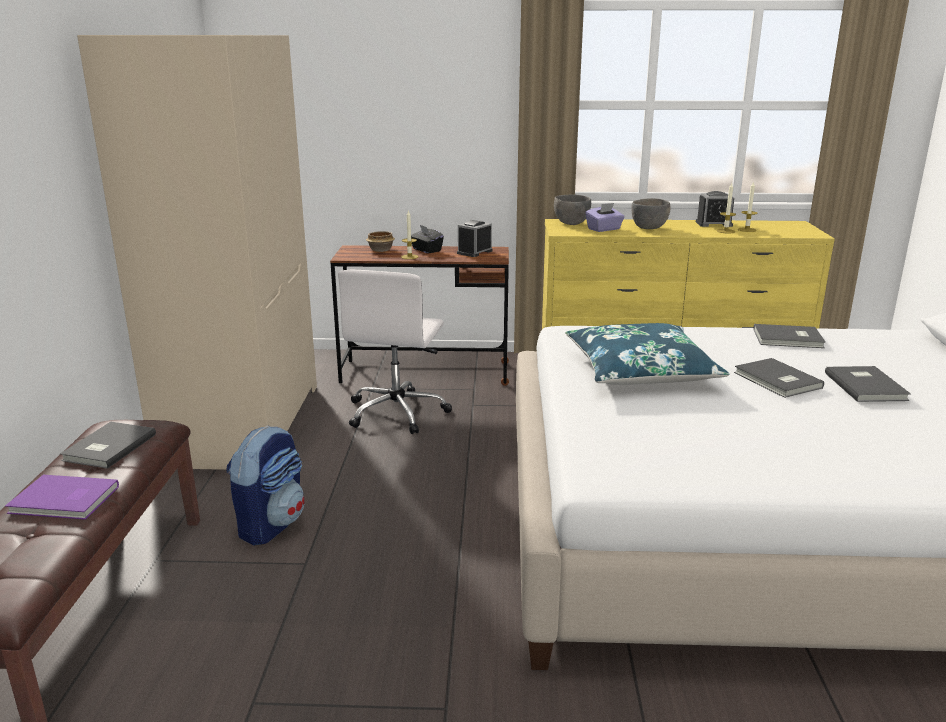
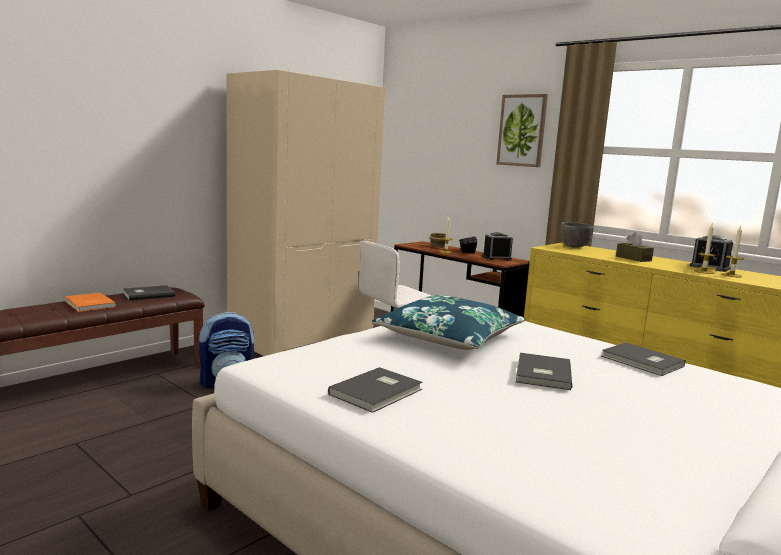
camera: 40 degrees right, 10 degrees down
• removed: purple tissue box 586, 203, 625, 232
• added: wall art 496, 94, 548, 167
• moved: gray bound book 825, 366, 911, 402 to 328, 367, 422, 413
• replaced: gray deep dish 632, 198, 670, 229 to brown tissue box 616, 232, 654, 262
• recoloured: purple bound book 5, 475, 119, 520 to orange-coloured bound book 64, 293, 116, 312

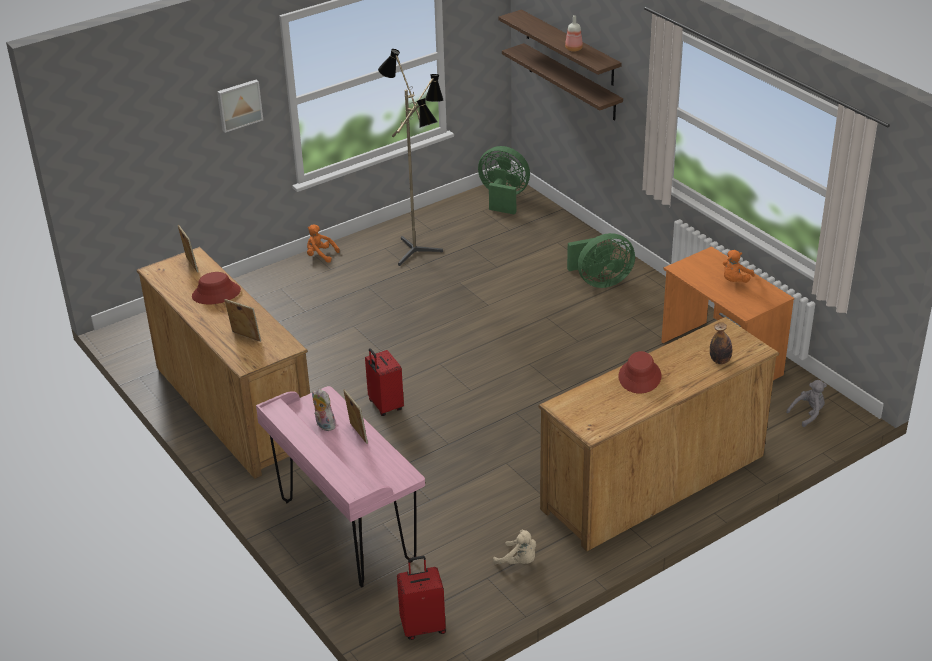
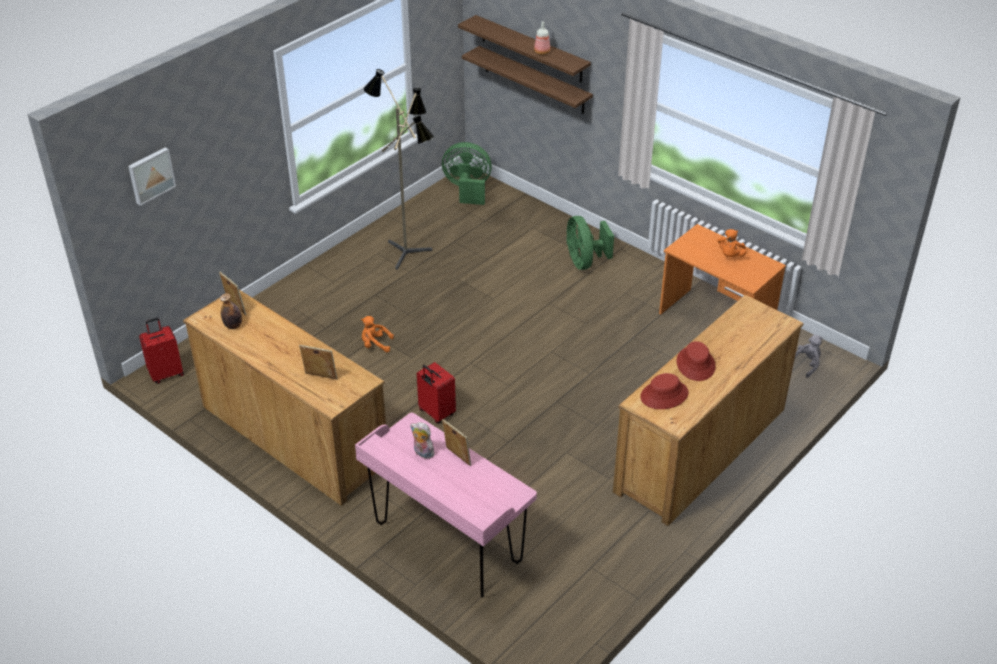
camera: 15 degrees left, 5 degrees up
• removed: beige cuddly toy 493, 530, 536, 564
• moved: red hat 192, 272, 241, 304 to 640, 373, 689, 409
• moved: wall art 217, 80, 263, 133 to 128, 147, 176, 206
• moved: orange-coloured cuddly toy 307, 224, 340, 263 to 361, 316, 394, 352
• moved: red piece of luggage 397, 556, 446, 640 to 139, 318, 184, 384
• moved: drink bottle 710, 322, 733, 364 to 220, 293, 242, 329
• turned: green-coloured fan 567, 233, 635, 288 = 566, 216, 614, 270 105 degrees clockwise

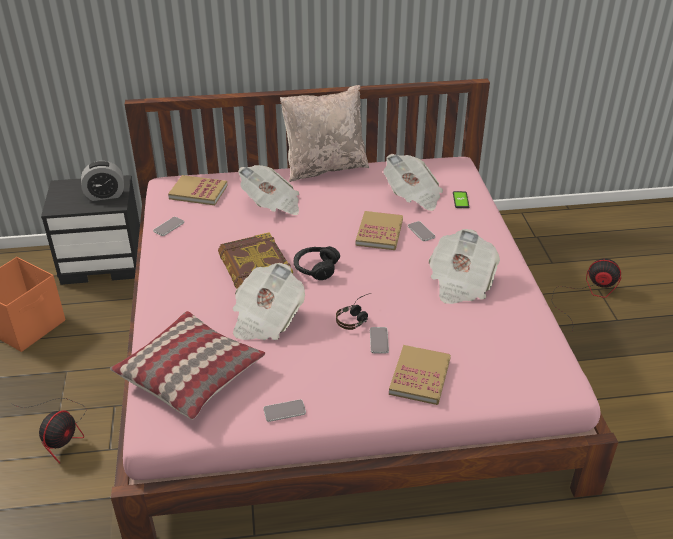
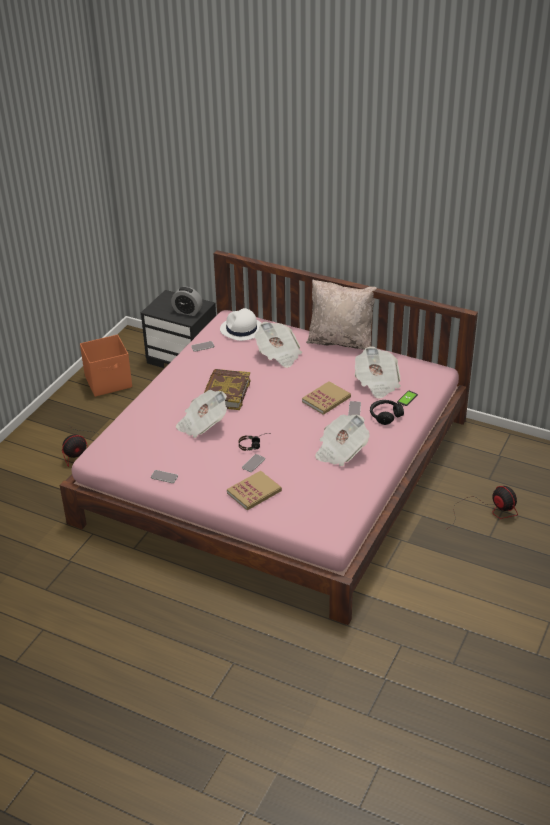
camera: 35 degrees right, 0 degrees up
• removed: pillow 110, 311, 265, 420
• moved: blackish headphones 294, 246, 340, 280 to 370, 400, 404, 425
• replaced: bound book 168, 175, 227, 205 to white hat 220, 308, 261, 341

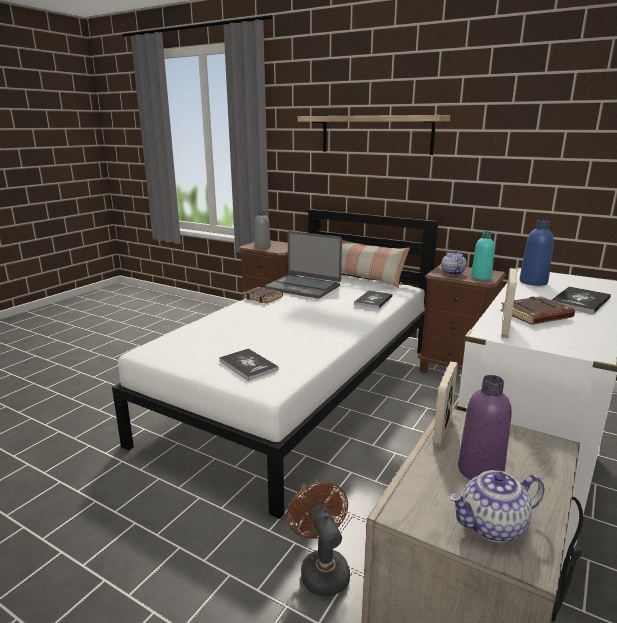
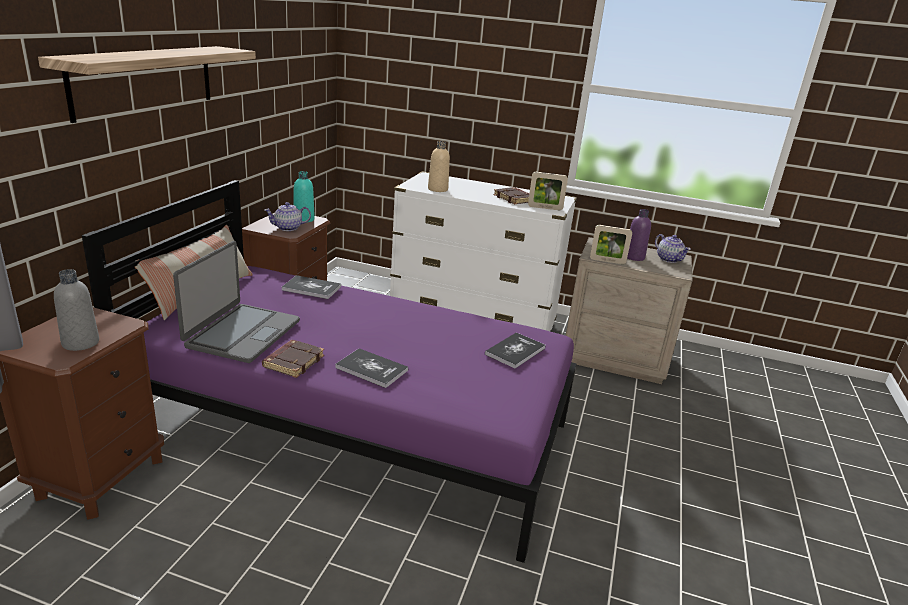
camera: 105 degrees left, 5 degrees up
• removed: brown fan 287, 482, 350, 597
• moved: bound book 551, 286, 611, 315 to 335, 348, 408, 388
• recoloured: white bed 112, 209, 438, 519 to purple bed 82, 180, 577, 563
• recoloured: blue-coloured drink bottle 520, 220, 554, 286 to beige drink bottle 428, 141, 450, 192

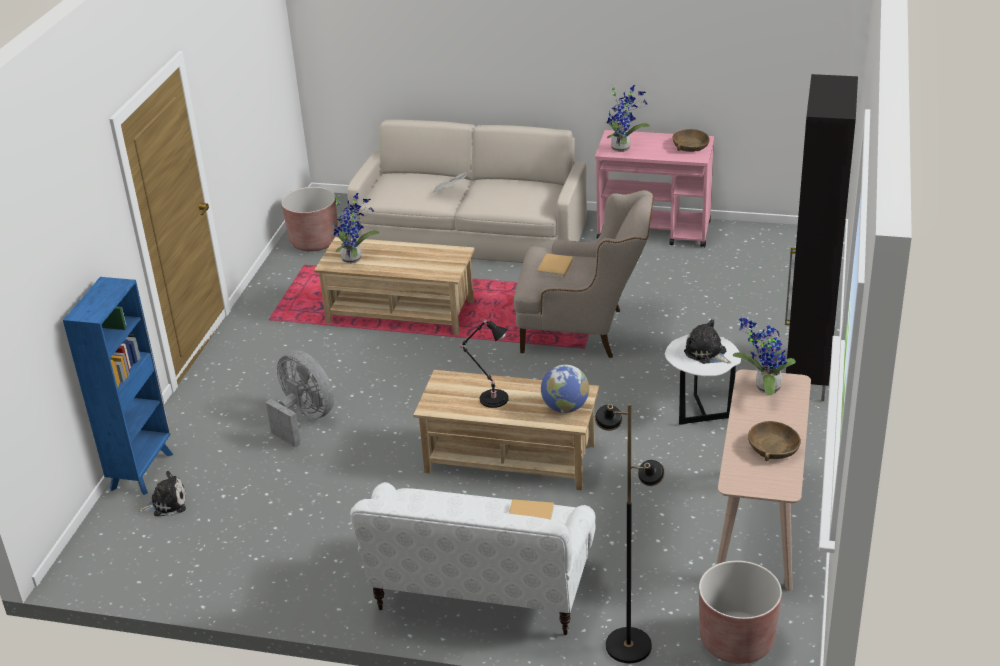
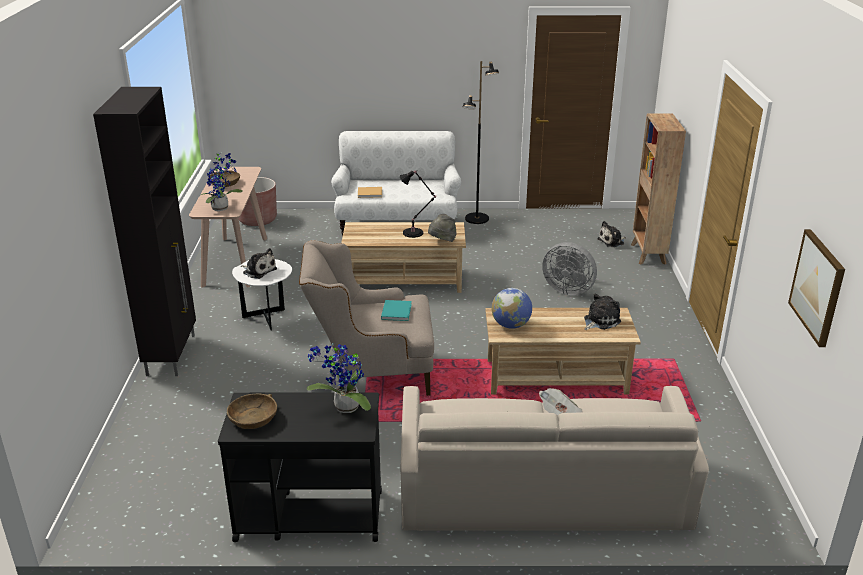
camera: 165 degrees right, 5 degrees down
• removed: brown flower pot 281, 187, 338, 251
• added: gray hat 428, 214, 457, 242
• added: wall art 788, 229, 845, 347
• moved: globe 541, 364, 589, 413 to 491, 288, 532, 329
• moved: blackish floor lamp 595, 403, 665, 663 to 463, 61, 499, 224
• replaced: potted plant 332, 193, 380, 264 to cuddly toy 584, 294, 621, 330
• recoloured: blue-coloured shelving unit 63, 277, 173, 495 to brown shelving unit 631, 113, 686, 264
• recoloured: beige bound book 537, 253, 573, 278 to turquoise bound book 381, 300, 412, 321
• recoloured: pink wheeled cart 595, 130, 715, 248 to blackish wheeled cart 218, 393, 382, 542

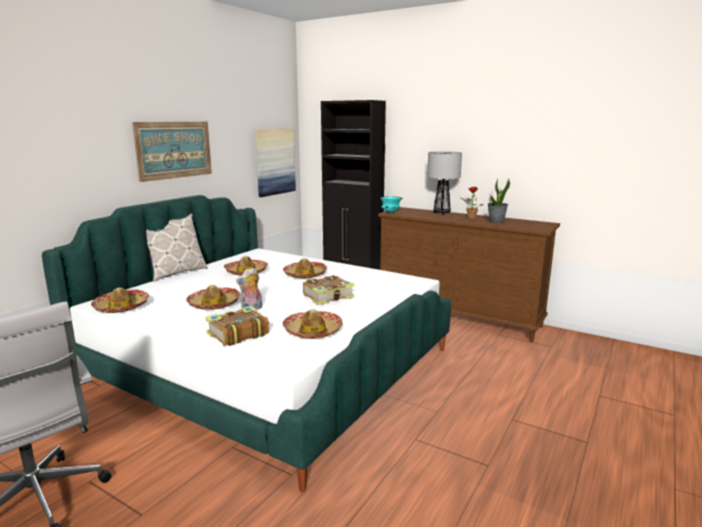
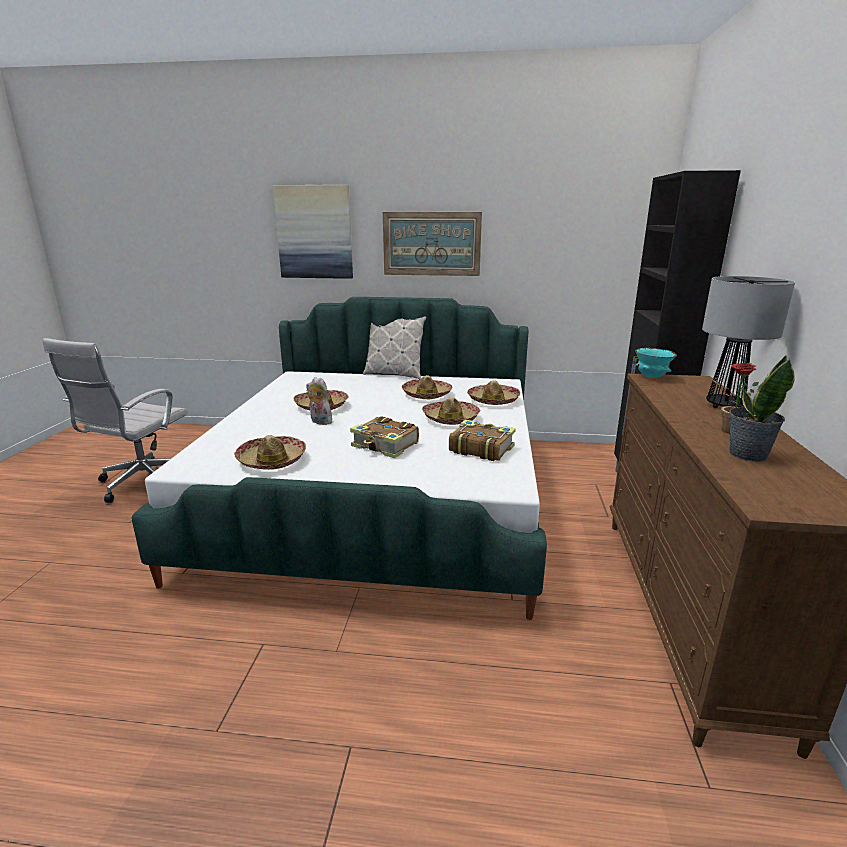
camera: 65 degrees right, 5 degrees up
• moved: hat 91, 288, 149, 313 to 467, 381, 520, 405
• moved: bound book 205, 306, 269, 346 to 449, 419, 516, 461
• moved: wall art 255, 129, 296, 197 to 273, 185, 353, 279

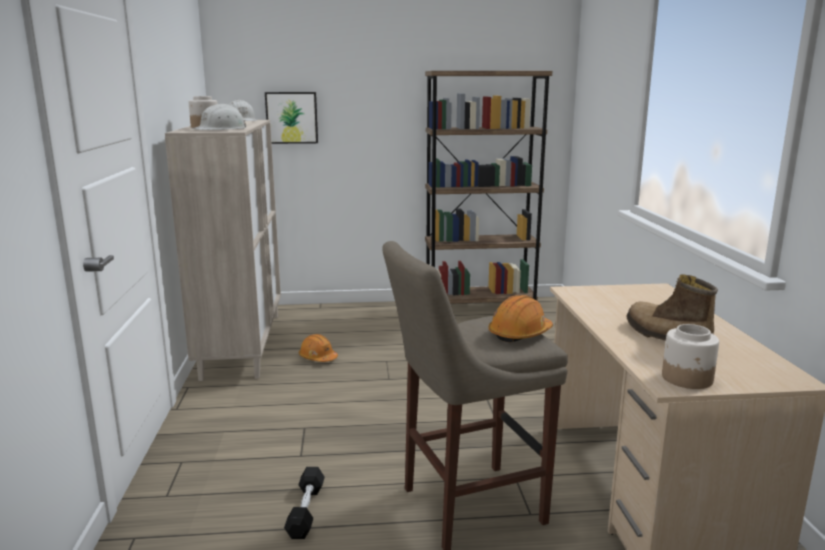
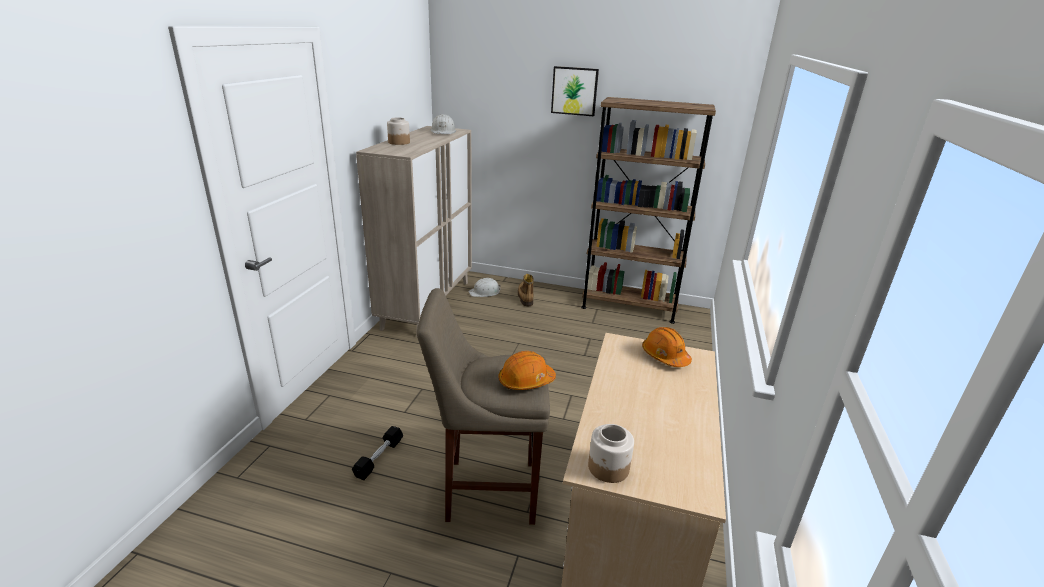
camera: 20 degrees right, 10 degrees up
• moved: white work helmet 192, 104, 246, 130 to 468, 278, 501, 297
• moved: wall art 265, 92, 318, 144 to 551, 66, 599, 116
• moved: orange-coloured work helmet 299, 334, 338, 362 to 642, 327, 692, 367
• moved: boot 626, 274, 718, 341 to 518, 274, 534, 306

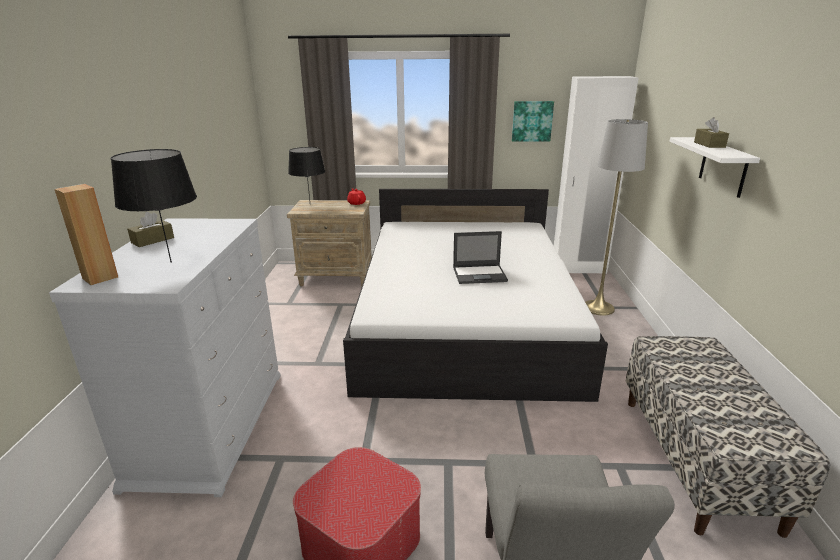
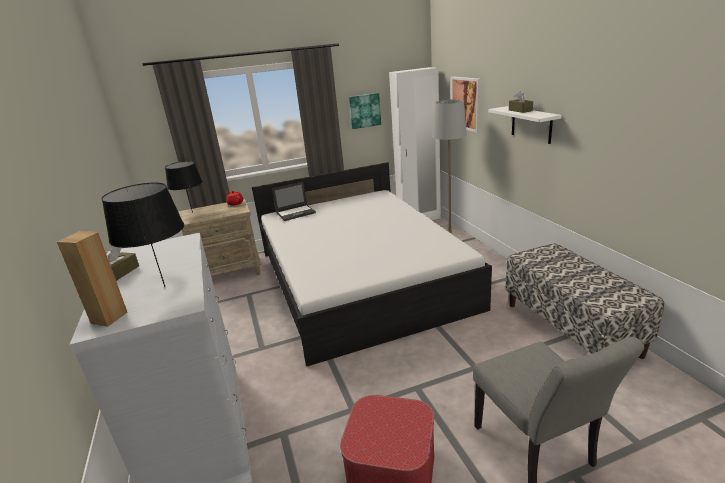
camera: 20 degrees left, 0 degrees up
• added: wall art 451, 76, 481, 133
• moved: laptop 453, 231, 508, 284 to 272, 181, 316, 221

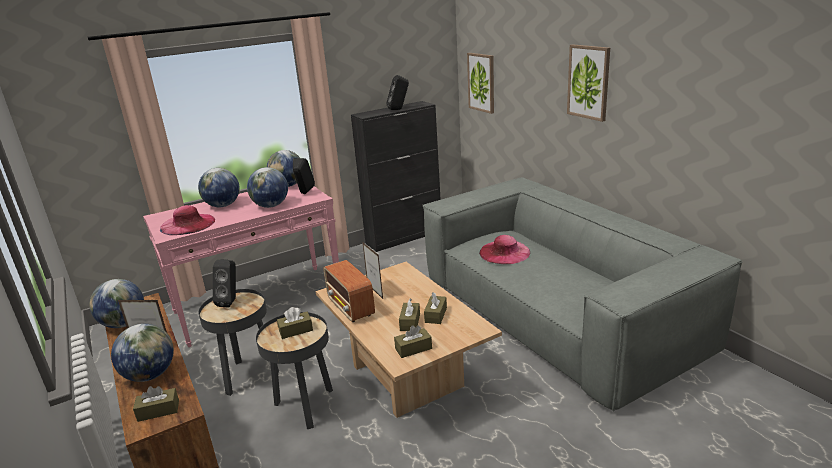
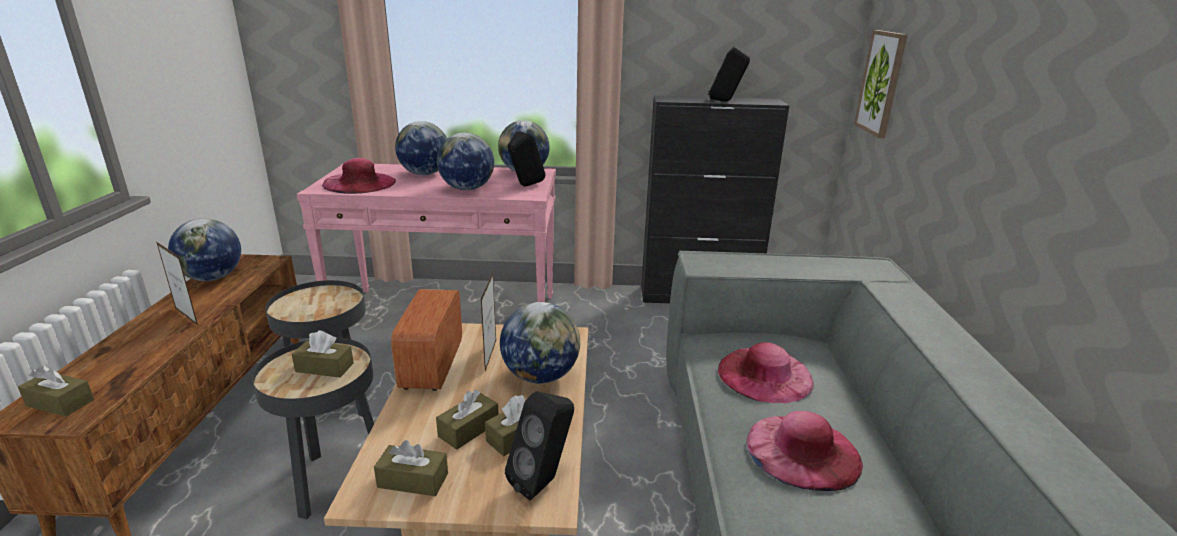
camera: 30 degrees right, 0 degrees up
• removed: wall art 567, 45, 610, 122
• added: pink hat 746, 411, 863, 491
• moved: globe 111, 324, 174, 382 to 500, 302, 580, 384
• moved: blackish loudspeaker 213, 259, 236, 308 to 505, 391, 574, 501

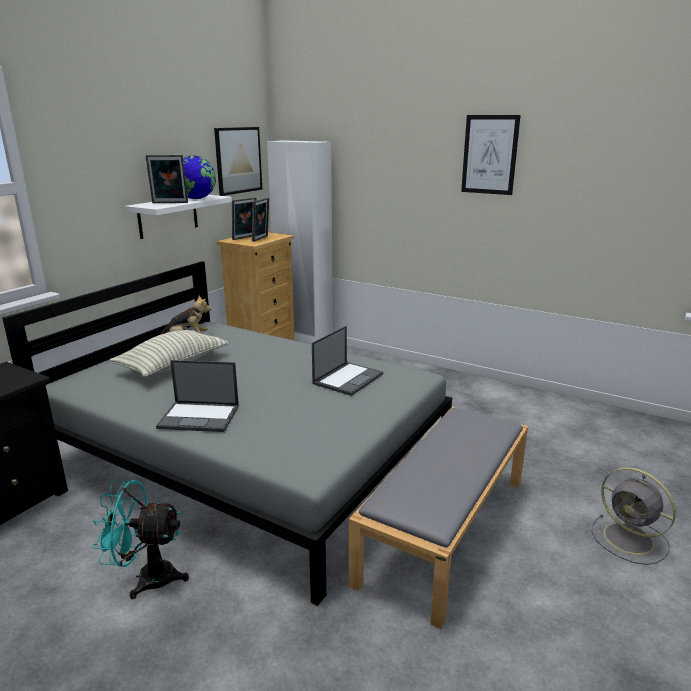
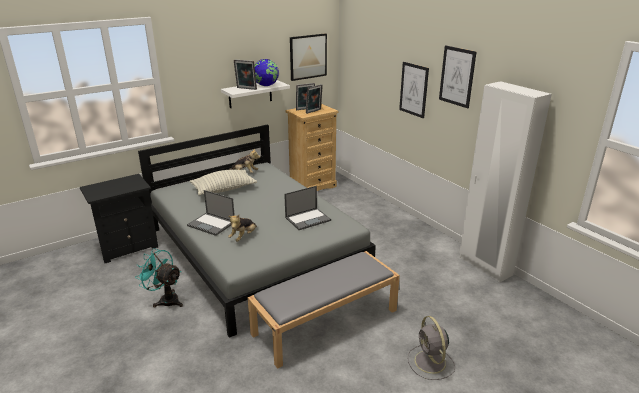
camera: 25 degrees right, 5 degrees up
• added: cuddly toy 228, 215, 257, 242
• added: wall art 399, 62, 429, 118
• moved: white wardrobe 267, 140, 333, 345 to 459, 81, 552, 282

